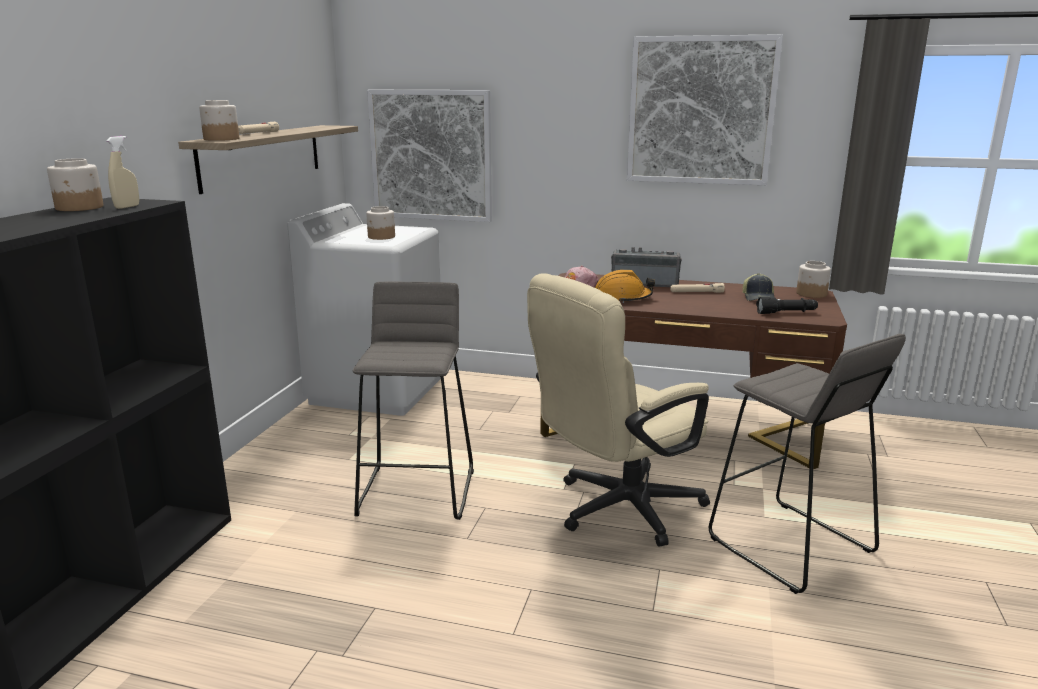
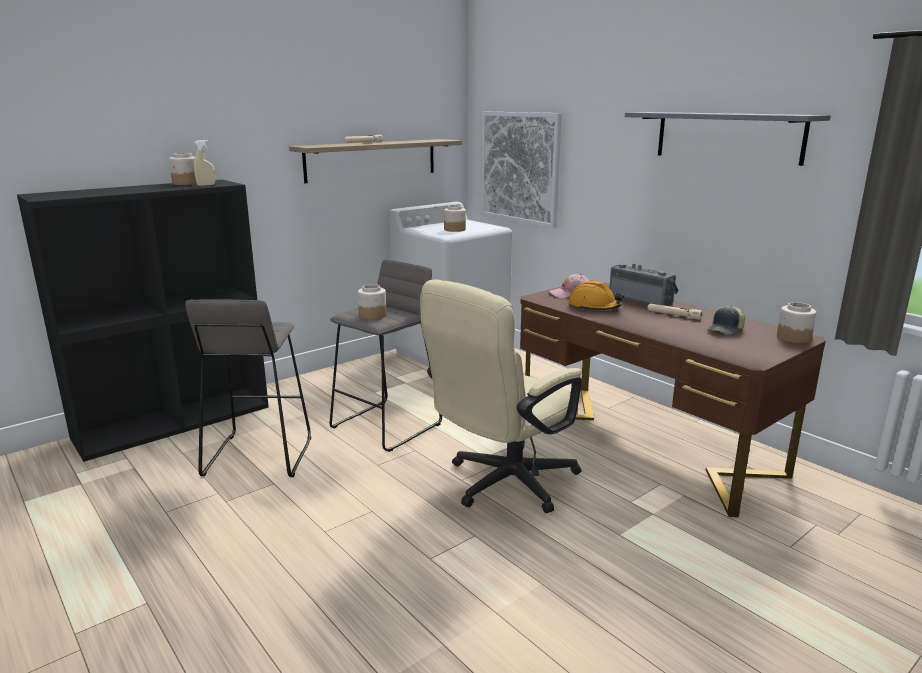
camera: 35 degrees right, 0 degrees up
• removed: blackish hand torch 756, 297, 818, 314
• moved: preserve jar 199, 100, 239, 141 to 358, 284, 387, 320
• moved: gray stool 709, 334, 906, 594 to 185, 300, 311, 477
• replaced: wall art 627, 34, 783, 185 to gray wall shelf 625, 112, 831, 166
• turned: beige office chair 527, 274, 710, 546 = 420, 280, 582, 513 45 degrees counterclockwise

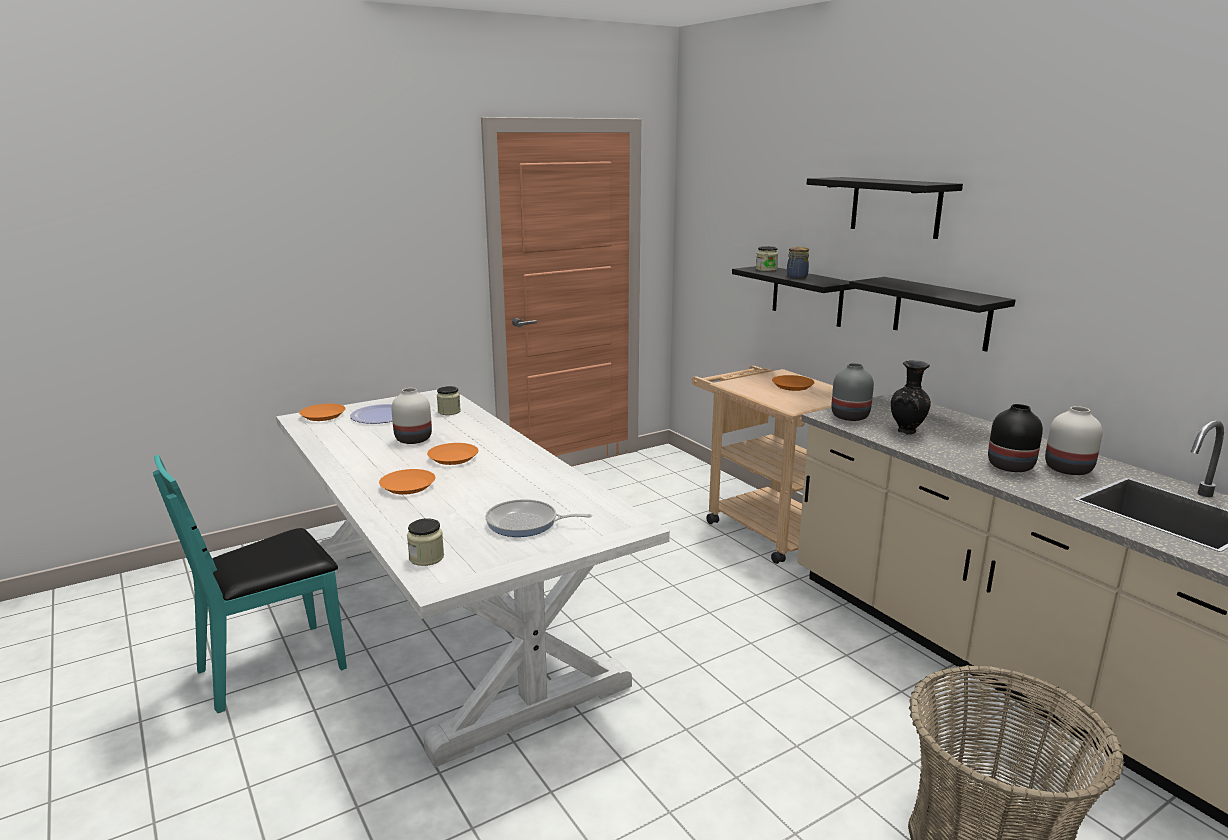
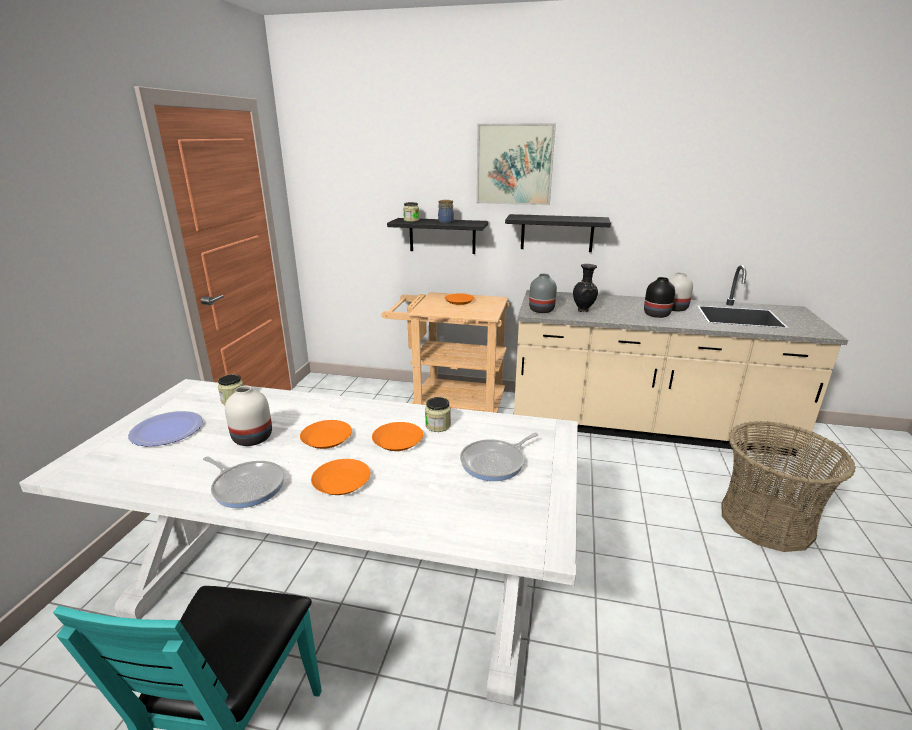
camera: 45 degrees left, 5 degrees up
• added: skillet 203, 457, 284, 508
• moved: orange-coloured dinner plate 299, 404, 346, 421 to 372, 422, 423, 451
• moved: preserve jar 407, 518, 444, 566 to 425, 397, 451, 432
• replaced: blackish wall shelf 807, 177, 963, 239 to wall art 476, 123, 556, 205

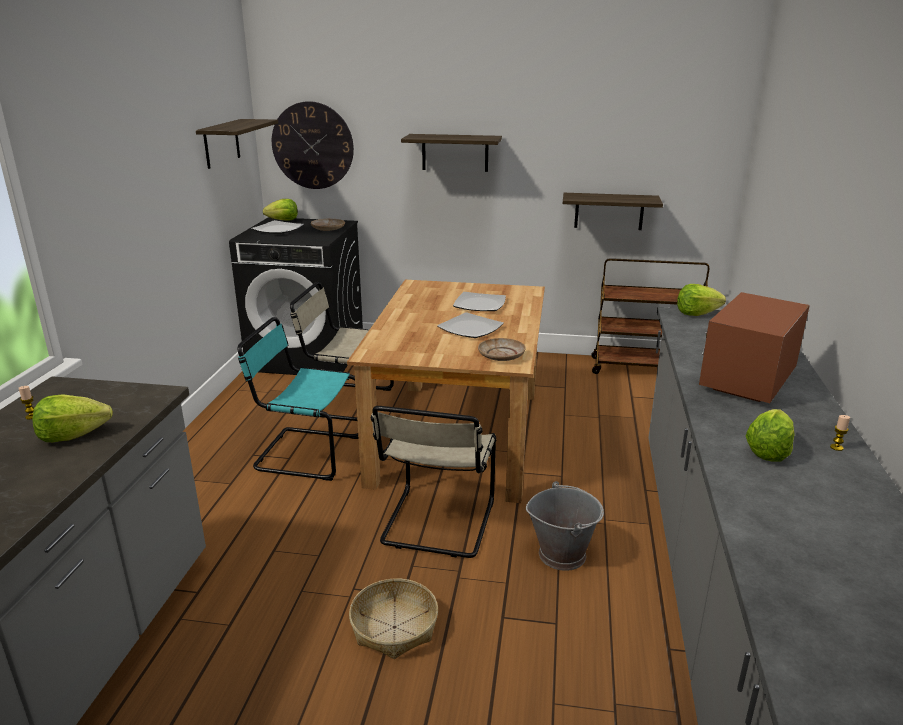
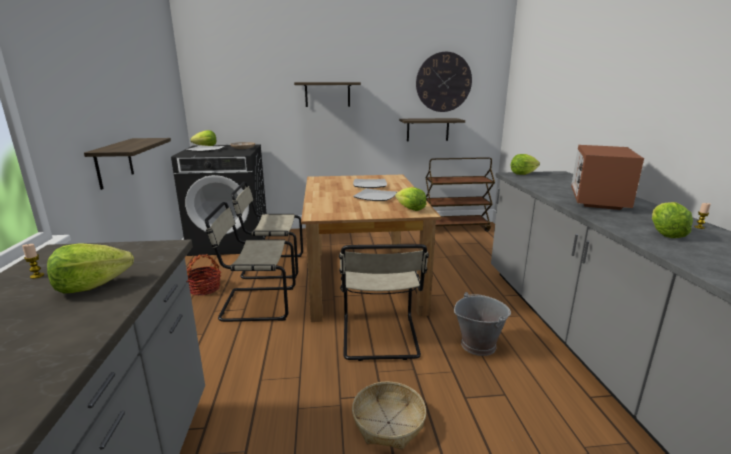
camera: 15 degrees left, 5 degrees down
• added: household basket 187, 254, 221, 296
• moved: wall shelf 196, 119, 278, 169 to 84, 138, 171, 190
• moved: hanging clock 272, 101, 354, 189 to 416, 52, 472, 112
• replaced: beige dinner plate 478, 338, 525, 361 to lettuce head 395, 187, 426, 211
• recoloured: turquoise plain chair 237, 317, 358, 481 to beige plain chair 205, 202, 296, 322

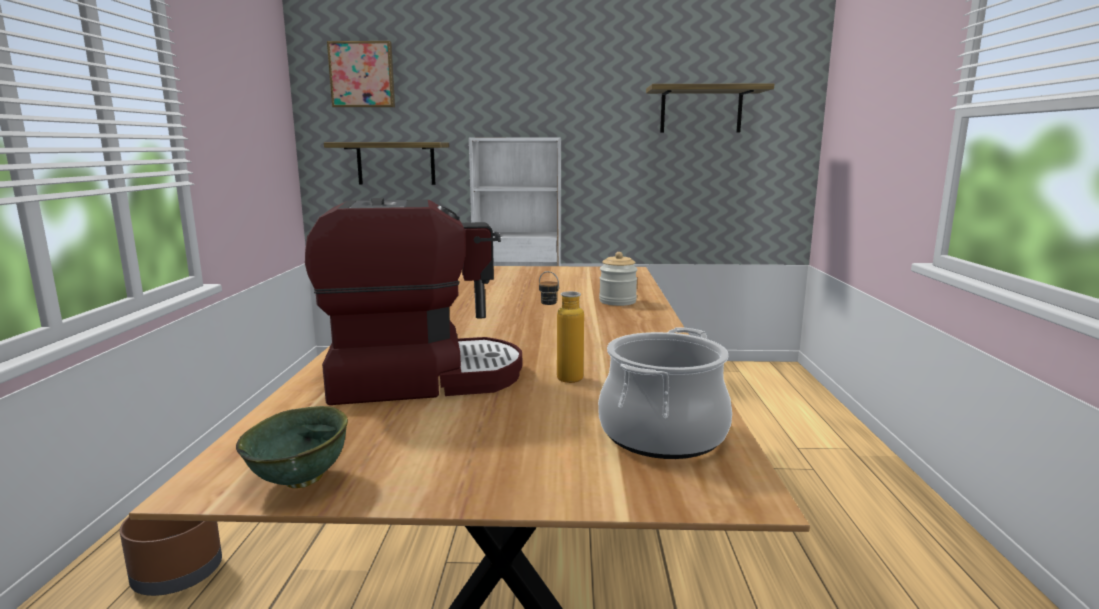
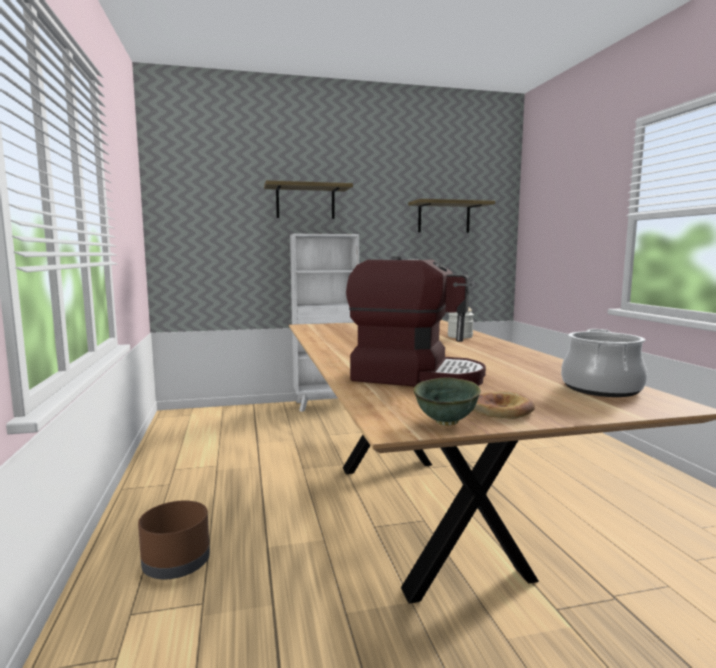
camera: 15 degrees left, 5 degrees down
• removed: wall art 327, 41, 395, 108
• removed: drink bottle 539, 271, 584, 383
• added: bakery bread 473, 391, 535, 419
• moved: wall shelf 324, 142, 449, 185 to 264, 180, 353, 219
• turned: coffee maker 305, 198, 522, 405 = 346, 256, 486, 386 45 degrees clockwise

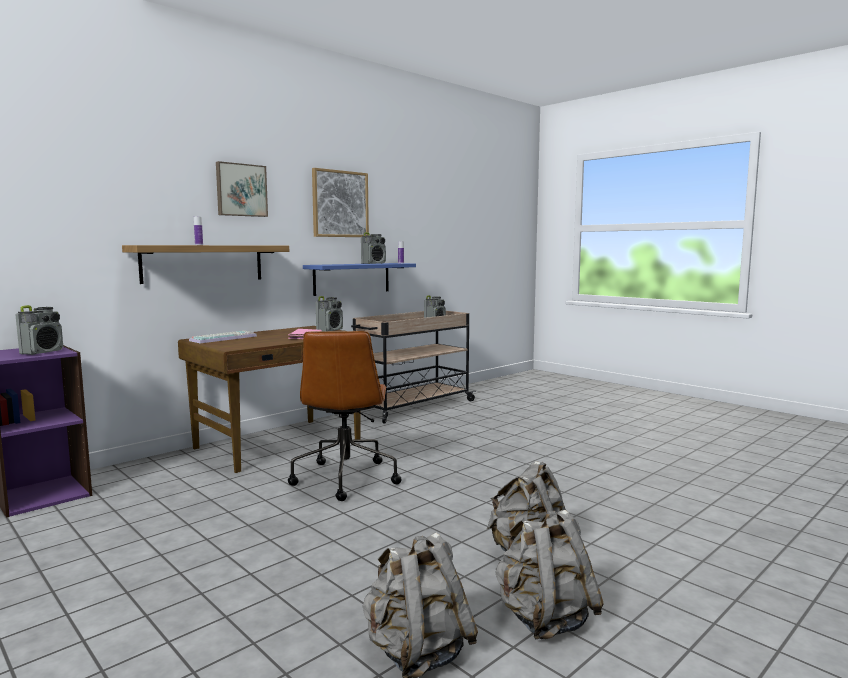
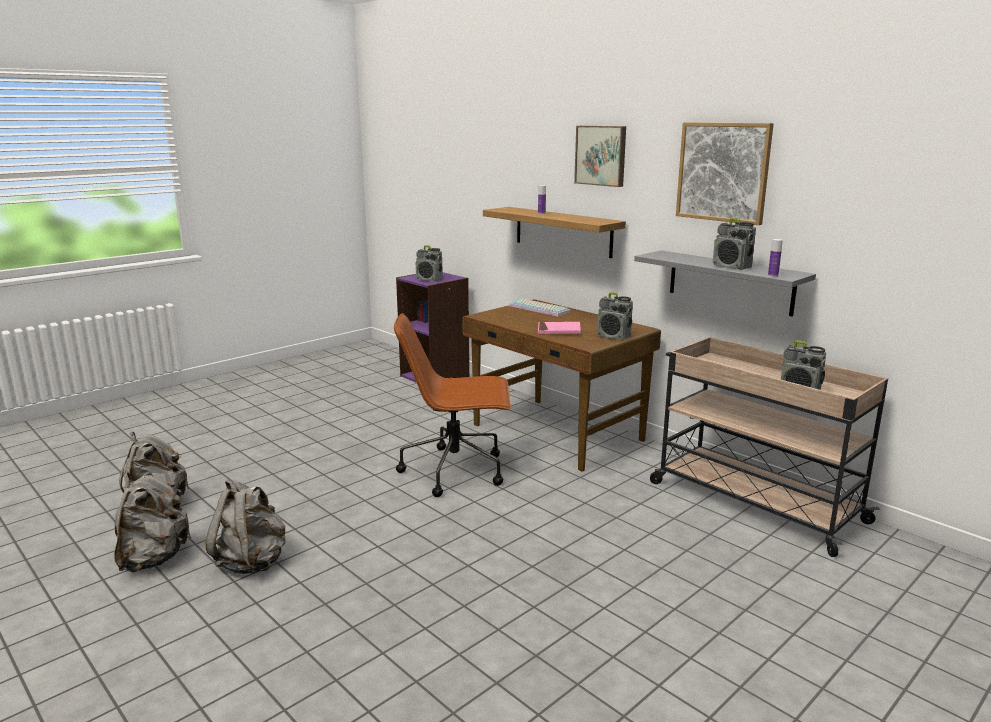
camera: 90 degrees right, 10 degrees up
• recoloured: blue-coloured wall shelf 303, 263, 416, 296 to gray wall shelf 634, 250, 816, 317

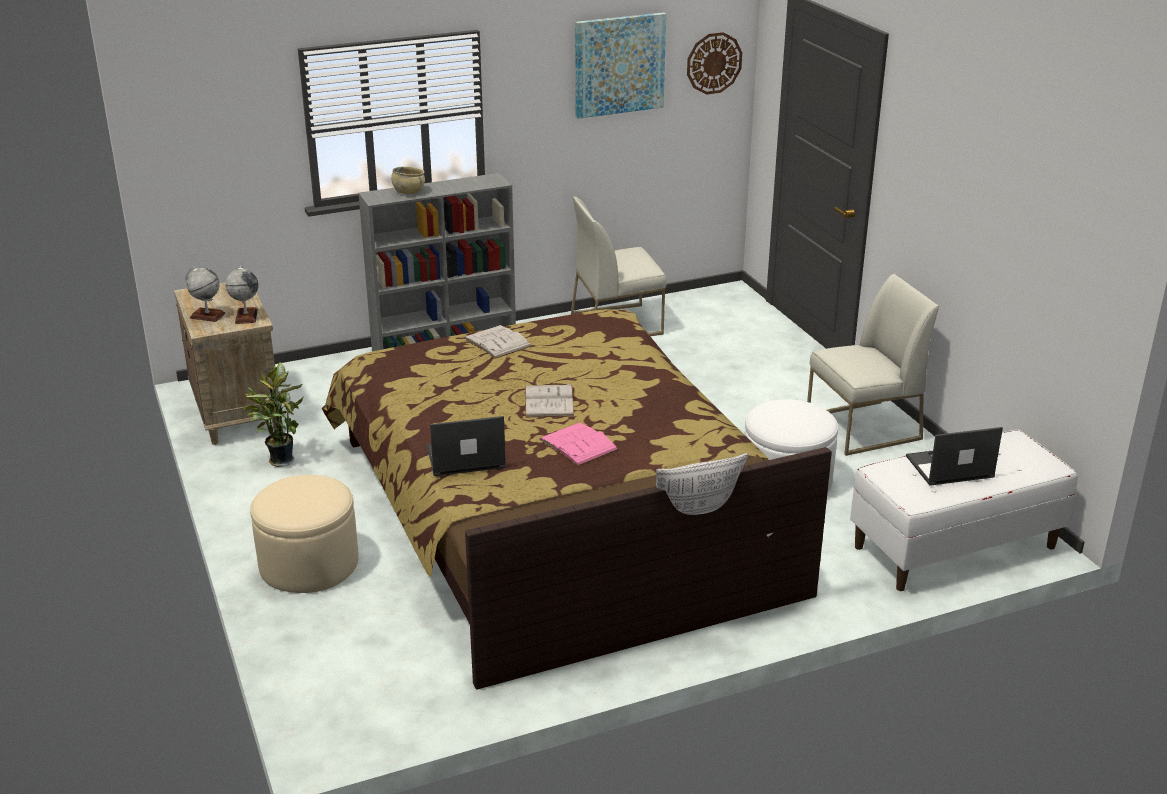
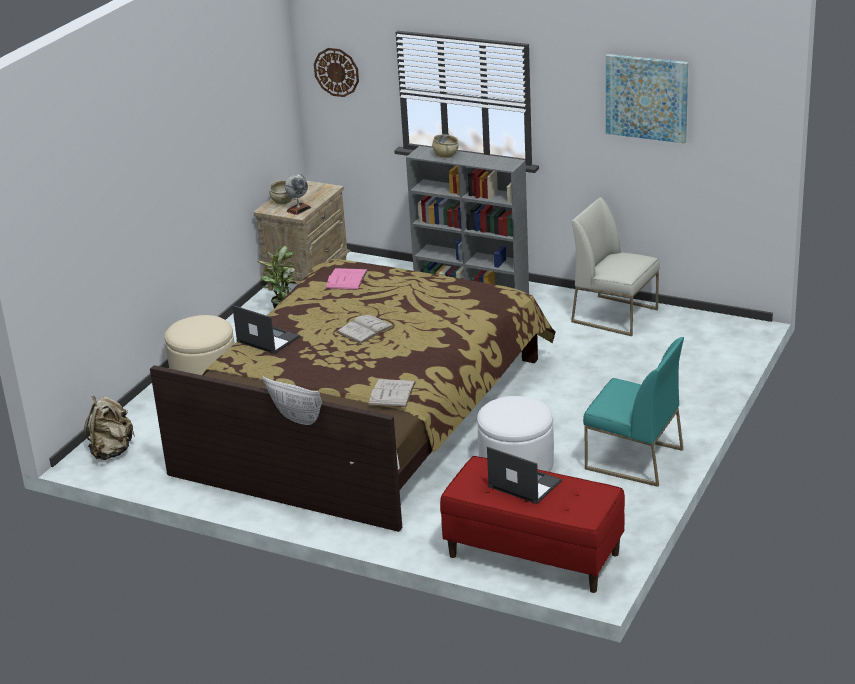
camera: 50 degrees right, 0 degrees up
• added: beige rucksack 84, 396, 135, 460
• moved: white bound book 464, 325, 532, 359 to 368, 379, 416, 407
• moved: pink bound book 539, 423, 619, 466 to 325, 268, 368, 290
• moved: hanging clock 687, 32, 742, 95 to 314, 48, 359, 97
• replaced: globe 185, 267, 226, 322 to beige deep dish 269, 180, 292, 204
• recoloured: white plain chair 807, 274, 939, 456 to turquoise plain chair 583, 337, 684, 487
• recoloured: white indoor bench 850, 430, 1078, 591 to red indoor bench 440, 456, 625, 593

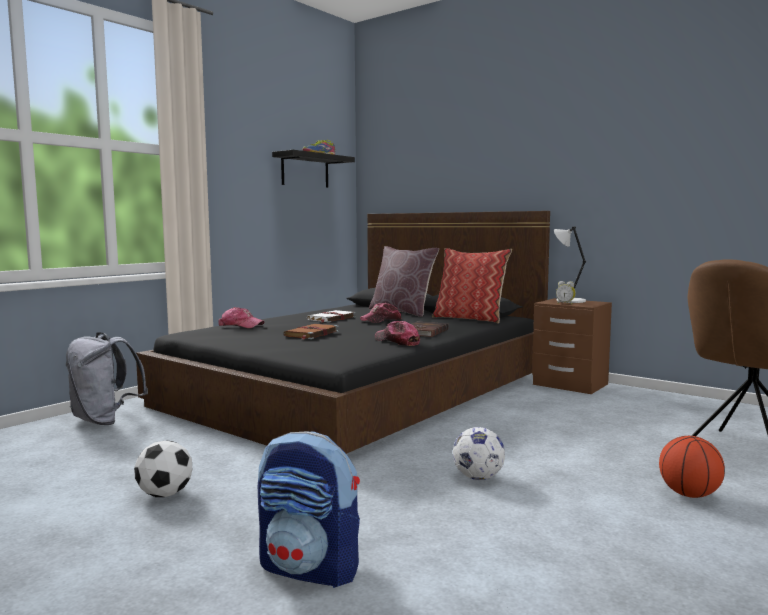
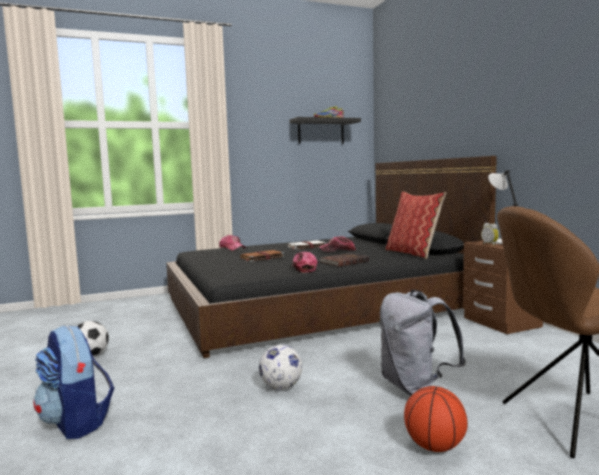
camera: 30 degrees right, 0 degrees up
• removed: brown pillow 369, 246, 439, 317
• moved: gray rucksack 66, 332, 148, 425 to 379, 290, 466, 395

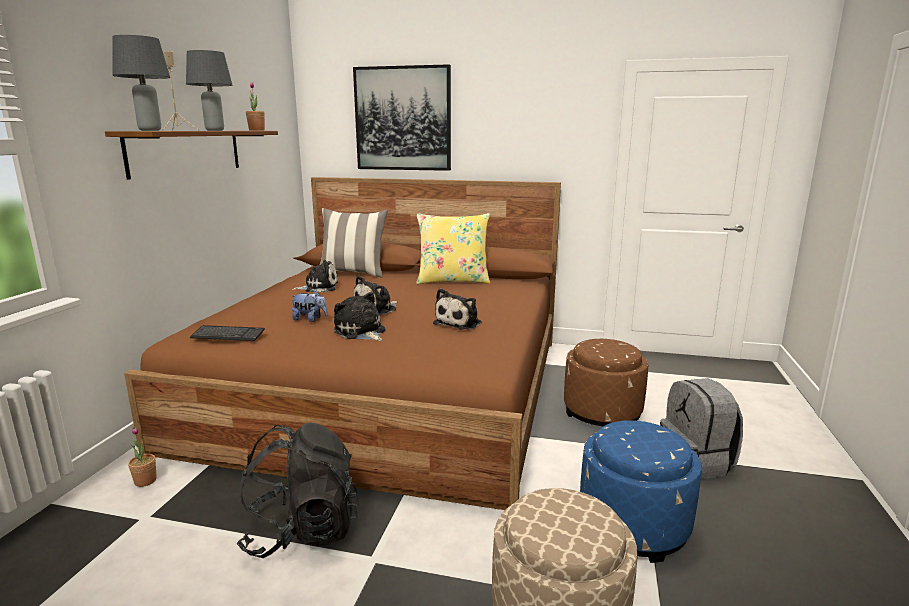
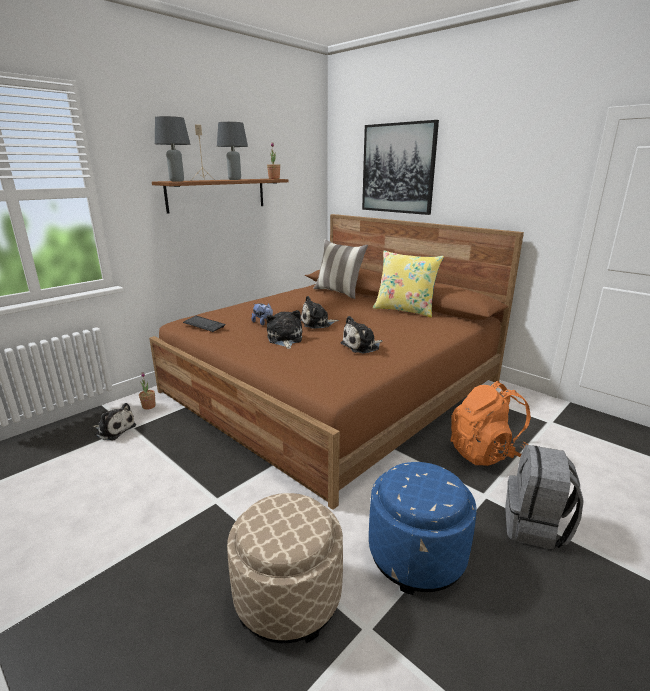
camera: 30 degrees right, 5 degrees up
• removed: blackish rucksack 236, 423, 359, 558
• moved: cuddly toy 292, 260, 338, 292 to 93, 403, 136, 440
• replaced: brown pouffe 564, 339, 648, 426 to orange-coloured rucksack 450, 381, 531, 466

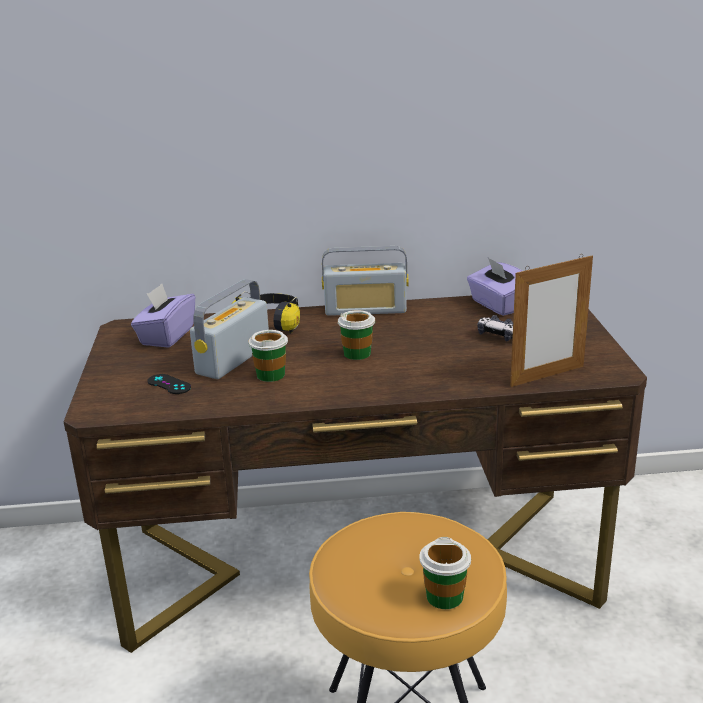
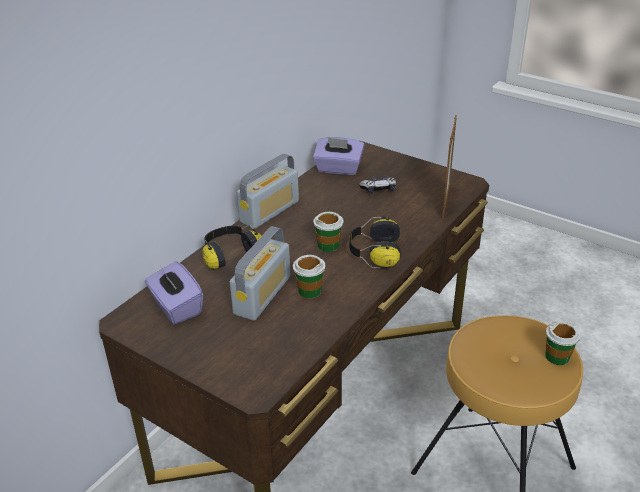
camera: 50 degrees left, 10 degrees up
• removed: blackish game controller 148, 374, 191, 394
• added: headphones 349, 217, 401, 269
• turned: radio 190, 279, 269, 379 = 230, 226, 291, 321 135 degrees counterclockwise

